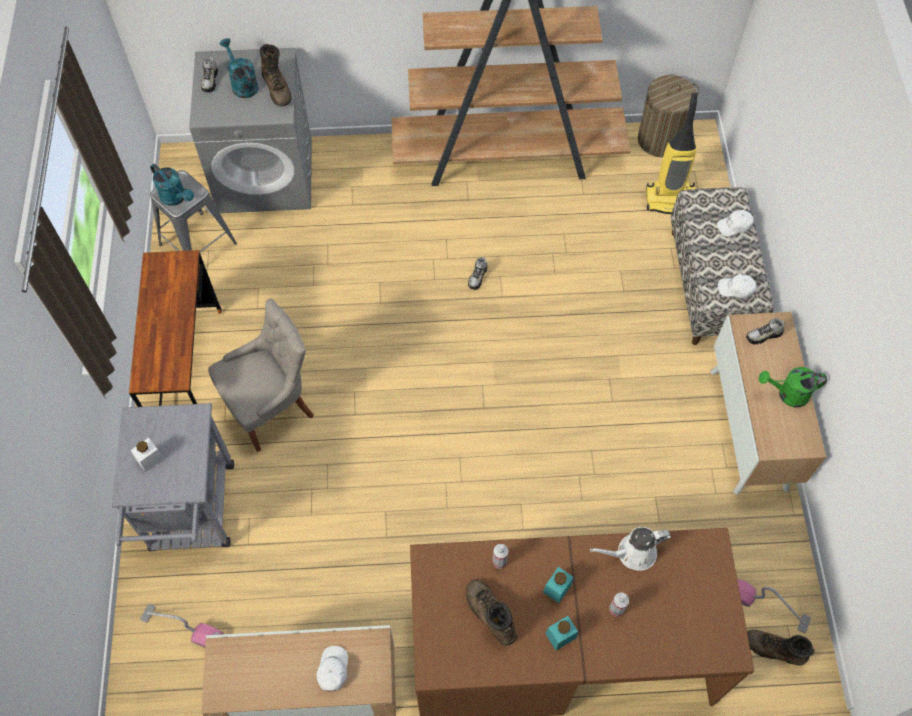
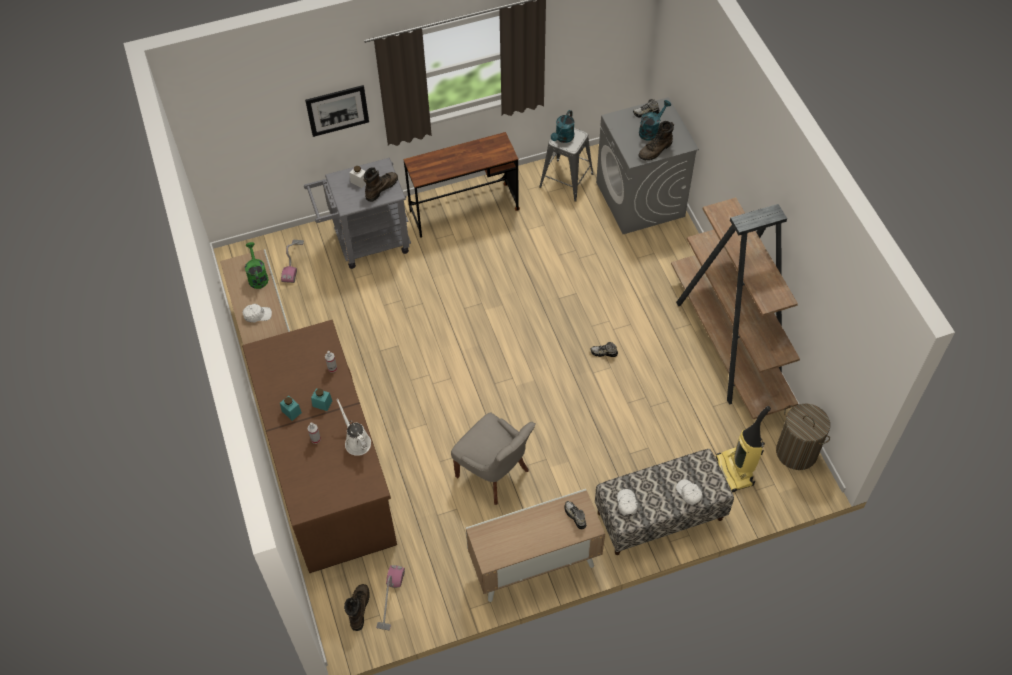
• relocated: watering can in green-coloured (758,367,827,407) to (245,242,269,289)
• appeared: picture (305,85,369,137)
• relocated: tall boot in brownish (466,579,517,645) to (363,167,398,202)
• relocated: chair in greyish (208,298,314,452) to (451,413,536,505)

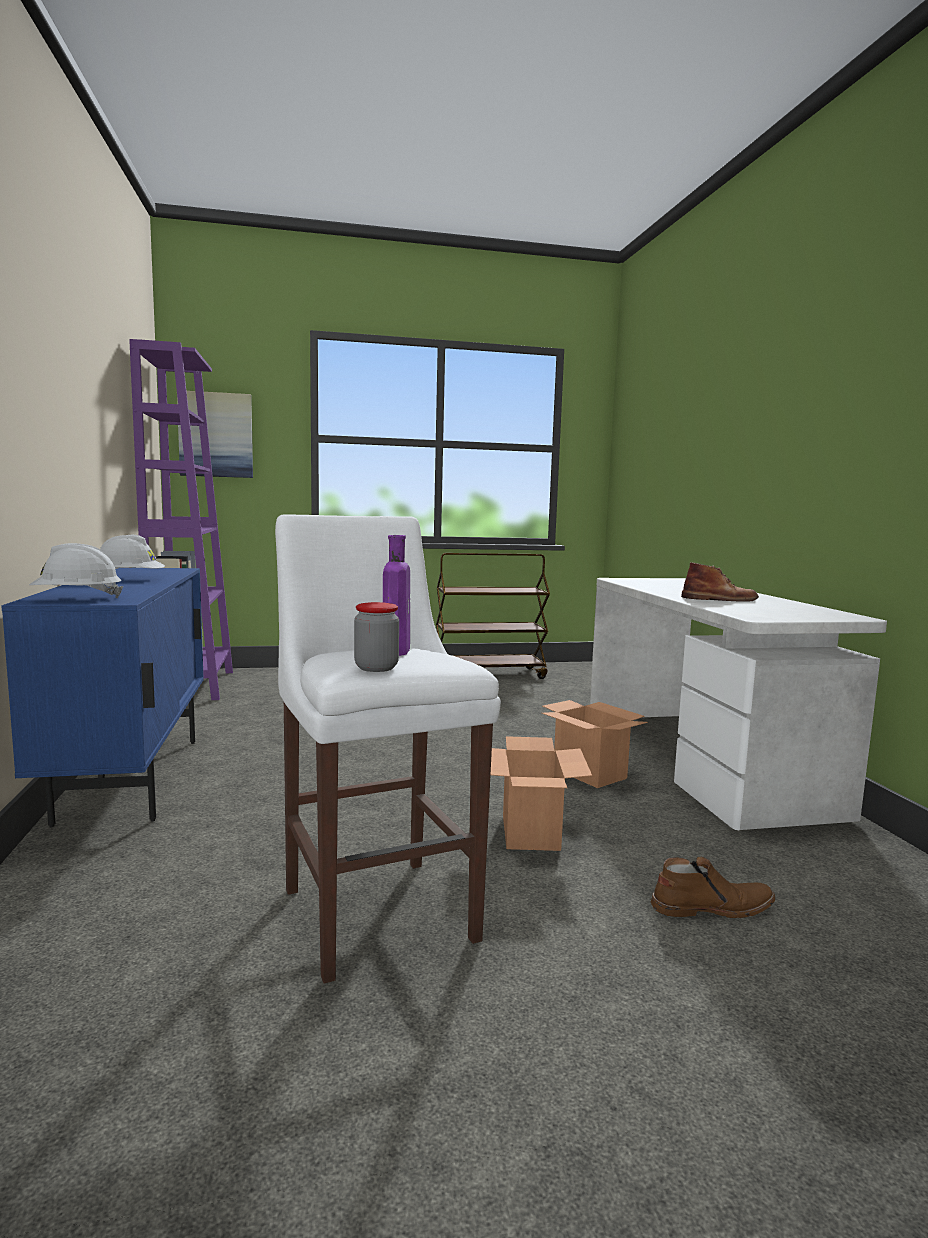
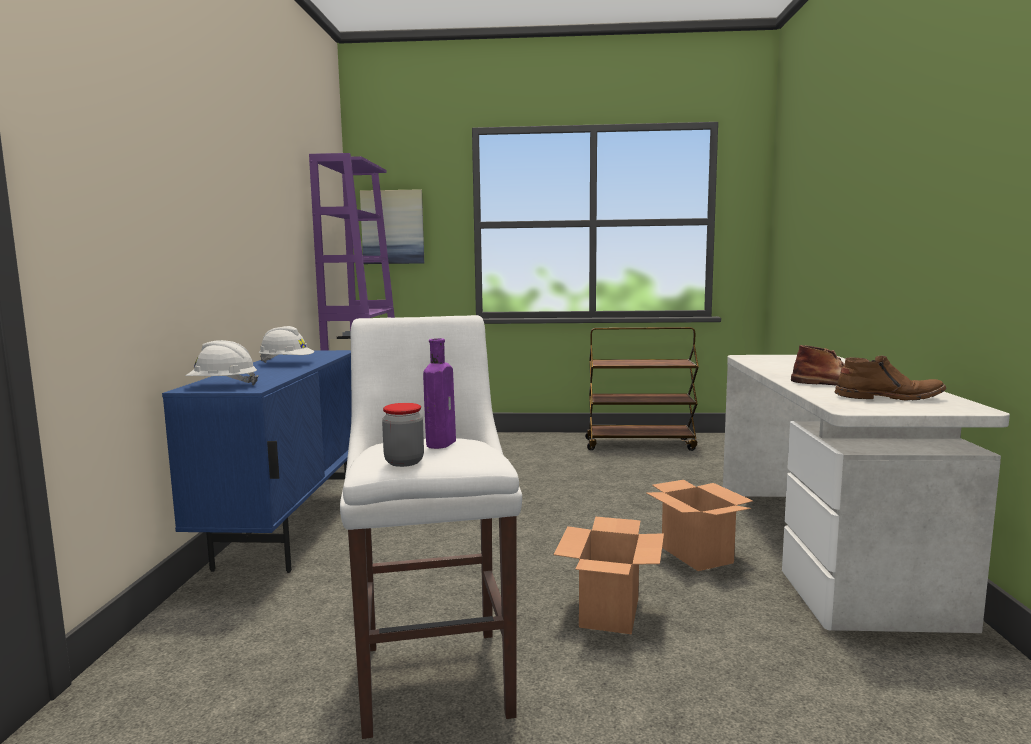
• relocated: tall boot in brownish (651,857,776,918) to (835,356,946,400)

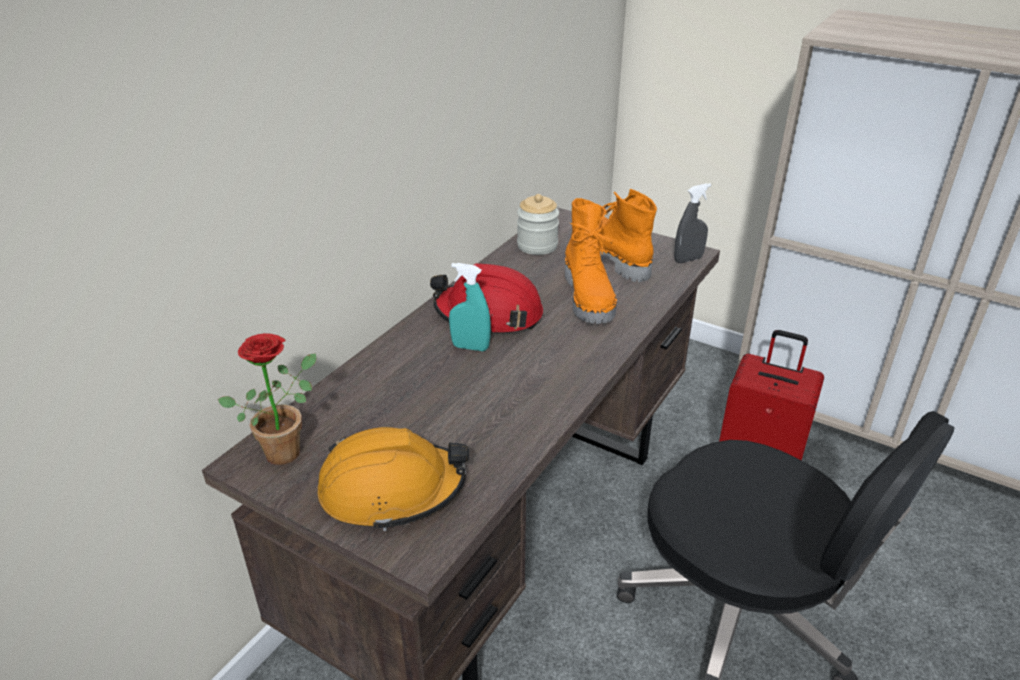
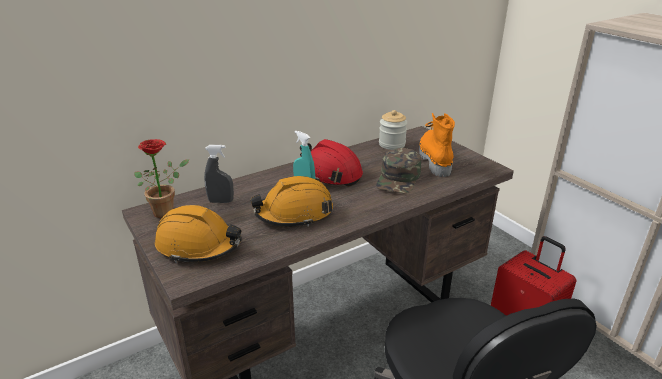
• relocated: sprayer in greyish (674,183,711,263) to (204,145,234,203)
• appeared: hard hat in orange (250,176,333,227)
• exchanged: tall boot in orange (565,198,617,324) to cap in green-coloured (376,148,421,193)

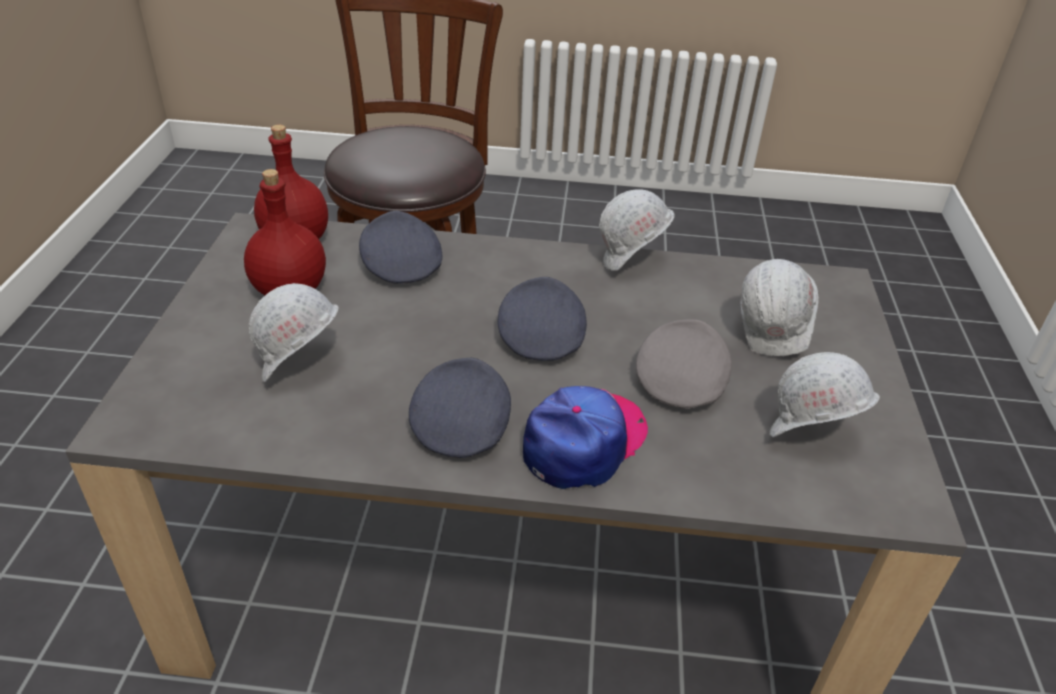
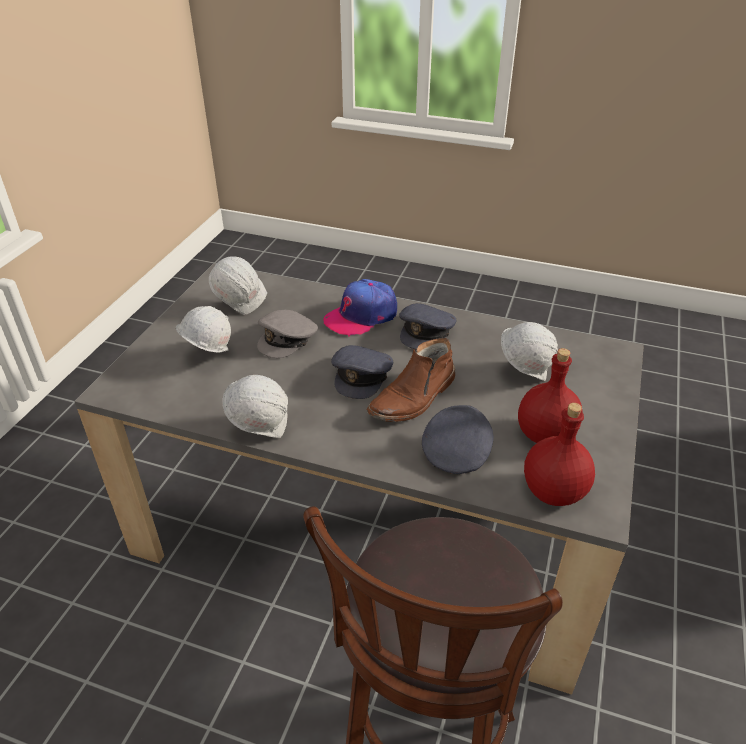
• appeared: tall boot in brownish (366,338,455,422)
• spun: cap in greyish (359,211,442,284) = (422,405,494,474) 150 degrees counterclockwise

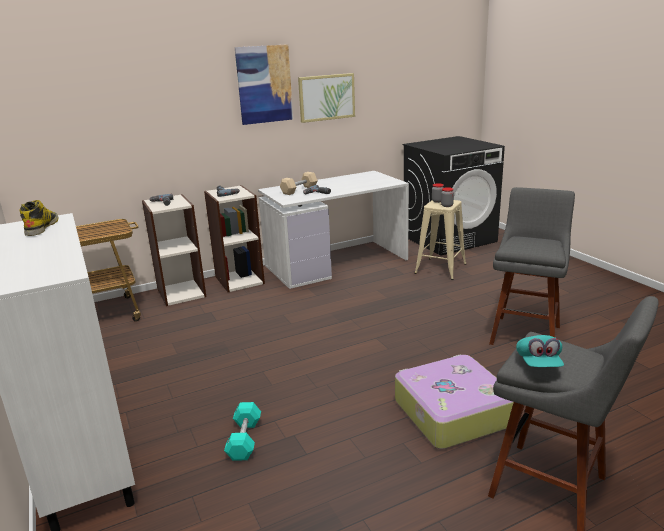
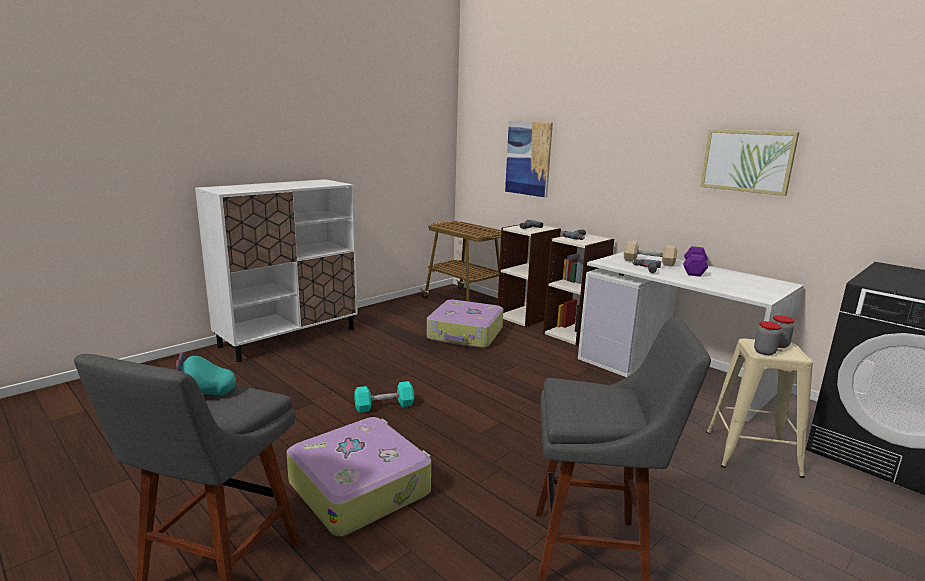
• relocated: hand weight in turquoise-coloured (224,402,261,461) to (354,381,414,413)
• appeared: piece of luggage (427,299,504,348)
• relocated: picture (235,44,293,125) to (505,121,553,198)
• appeared: hand weight in purple-coloured (683,246,708,277)
• missing: tall boot (20,200,59,236)

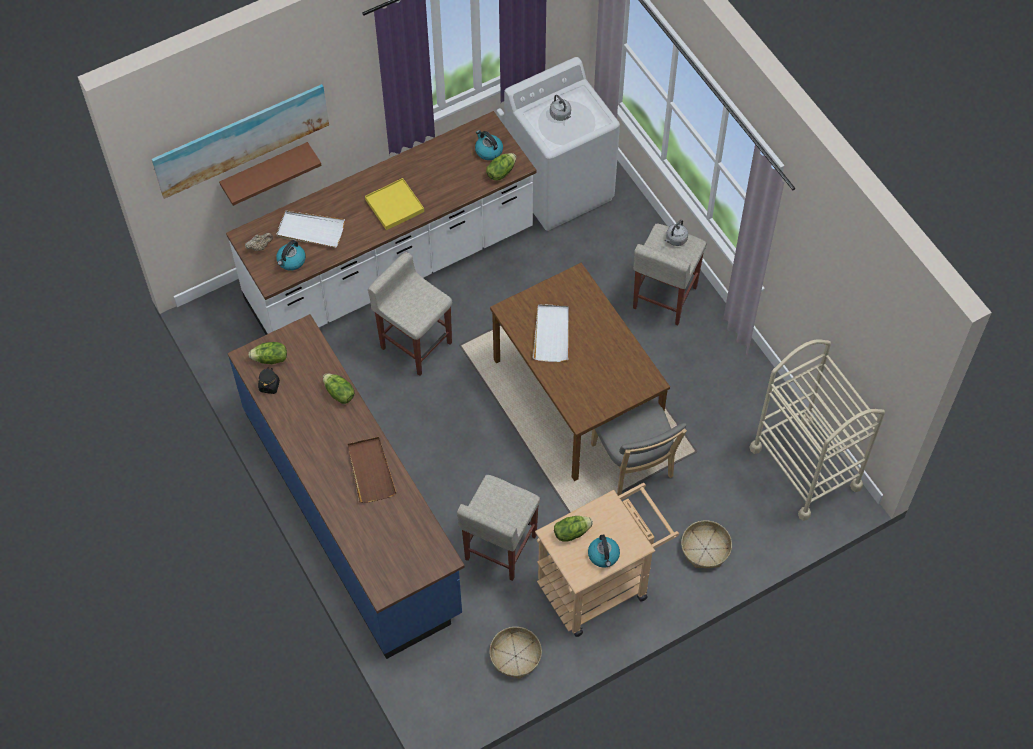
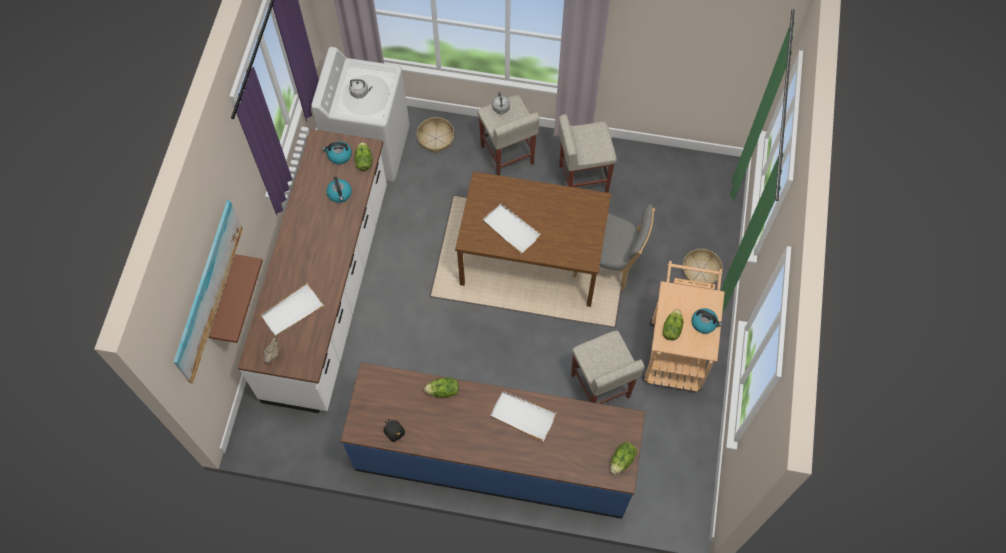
• relocated: kettle (276,240,306,271) to (327,177,352,203)
• relocated: household basket (489,627,542,679) to (417,117,454,153)
• colour: carrying tray in brownish (348,437,396,503) to carrying tray in white (490,391,557,441)
• relocated: stool seat in beige (368,252,452,376) to (559,114,617,193)
• relocated: head of lettuce (249,342,287,364) to (610,442,637,475)
• missing: carrying tray in yellow (365,178,424,230)
• missing: wheeled cart in beige (749,339,885,521)

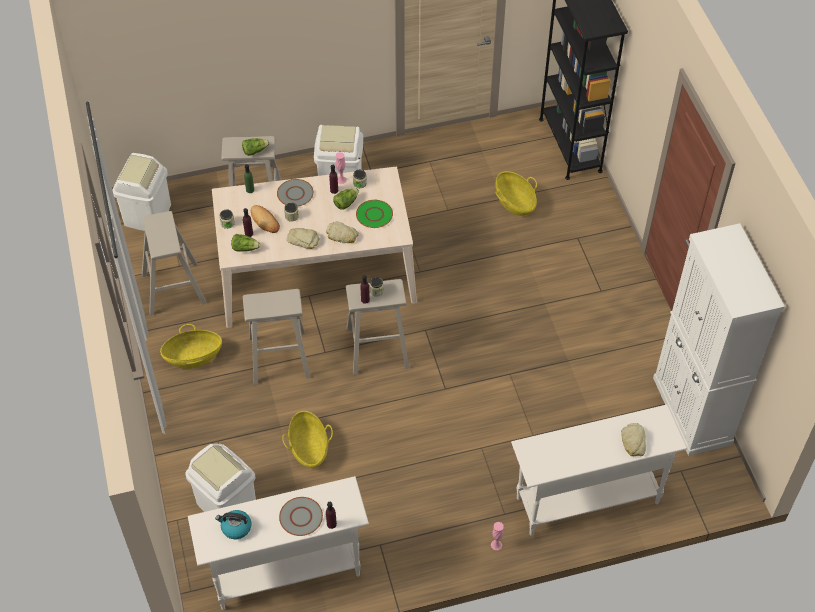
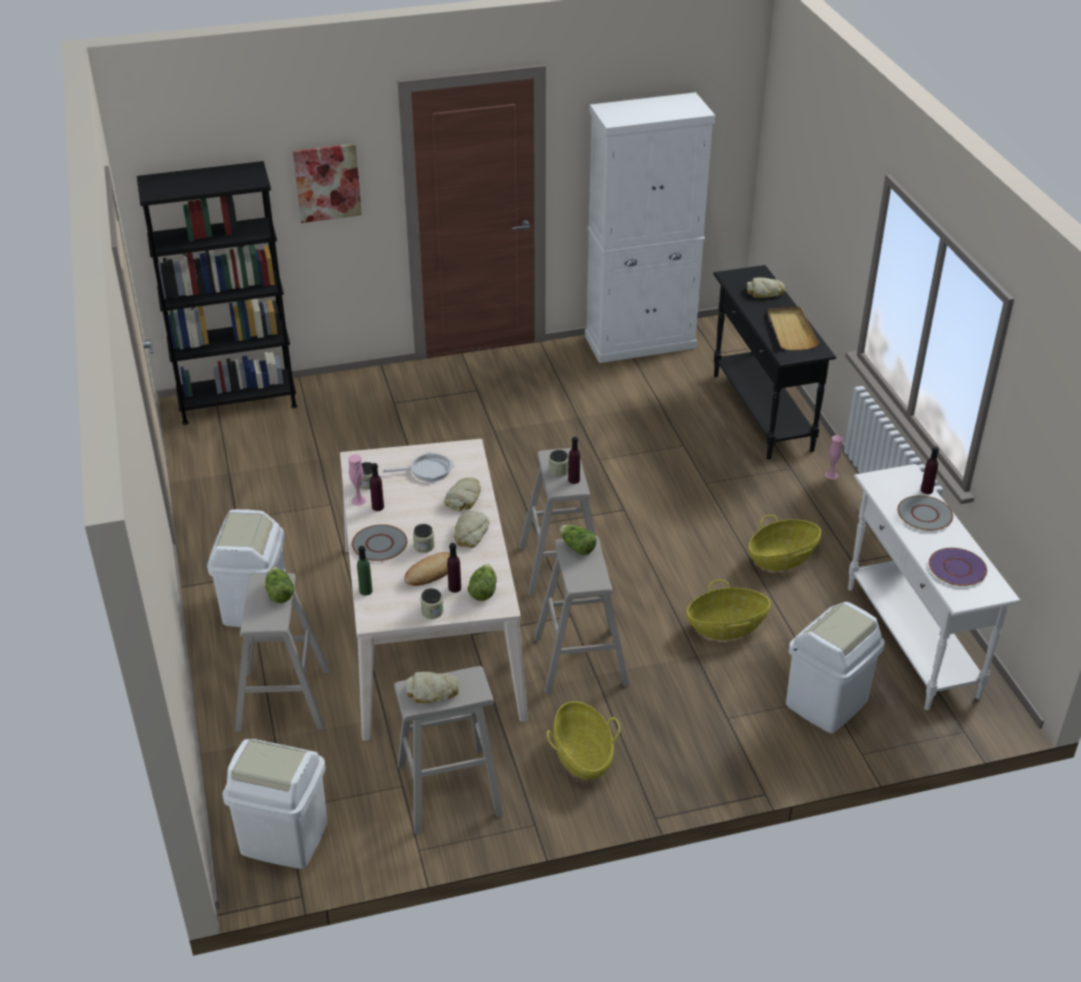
• appeared: picture (293,144,362,223)
• exchanged: flat dish in green-coloured (356,200,393,228) to frying pan (383,453,454,482)
• appeared: bread (406,672,459,703)
• relocated: head of lettuce (333,188,359,210) to (559,525,597,555)
• colour: console table in white (511,405,687,536) to console table in blackish (713,265,836,459)
• relocated: household basket (495,171,537,216) to (748,515,821,571)
• appeared: carrying tray in beige (767,307,819,350)
• exchanged: kettle (215,510,252,539) to flat dish in purple-coloured (929,548,987,586)

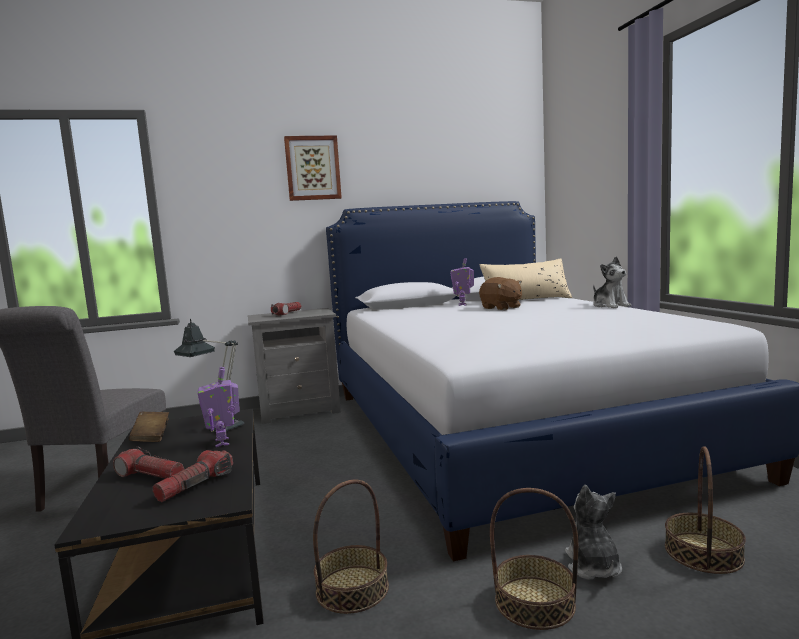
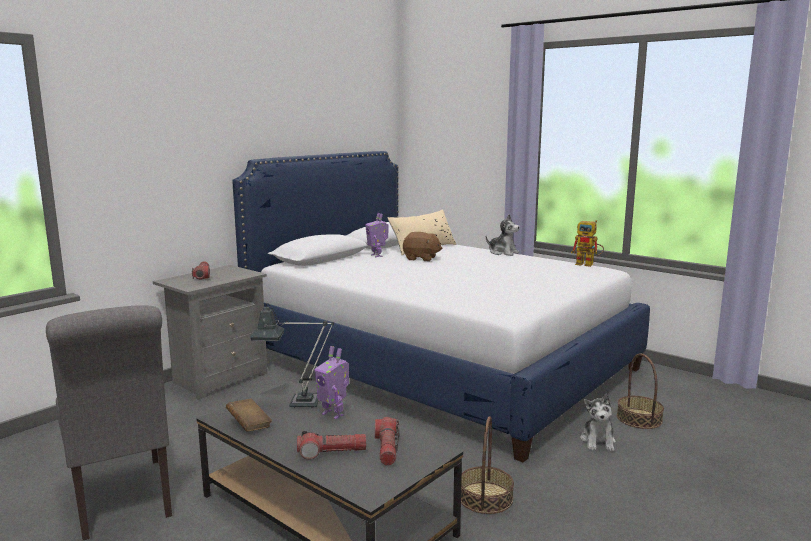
• appeared: model robot (571,220,604,267)
• spun: plush toy (565,485,622,580) = (580,394,616,451) 135 degrees counterclockwise
• missing: picture (284,135,342,201)
• missing: household basket (490,488,578,630)

